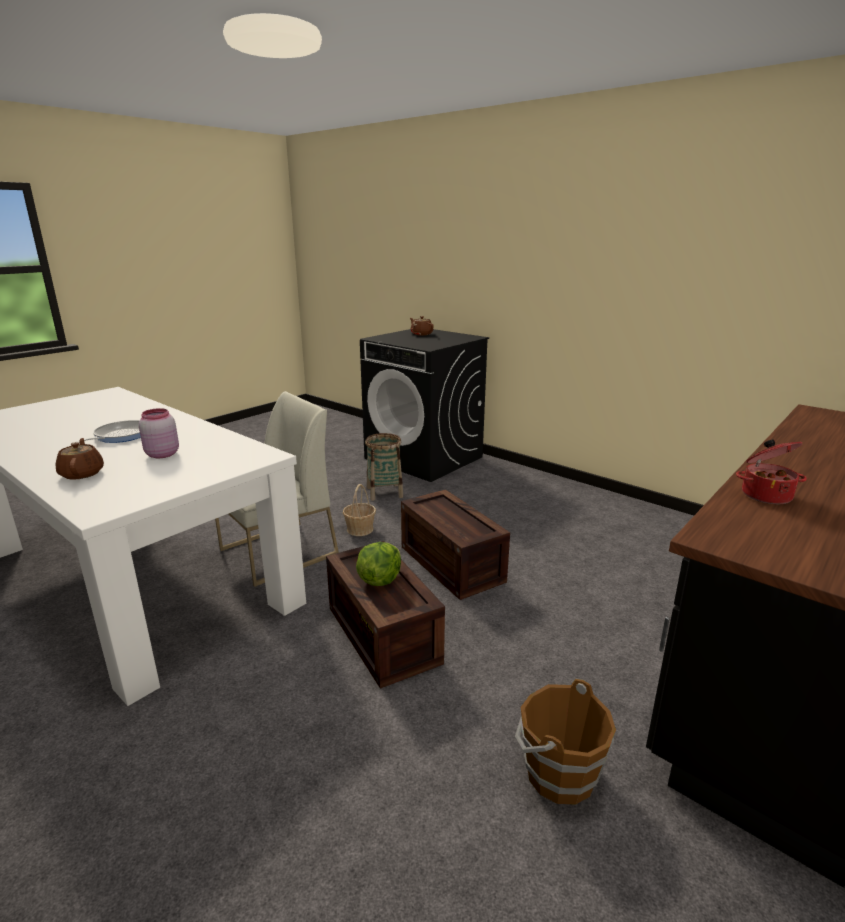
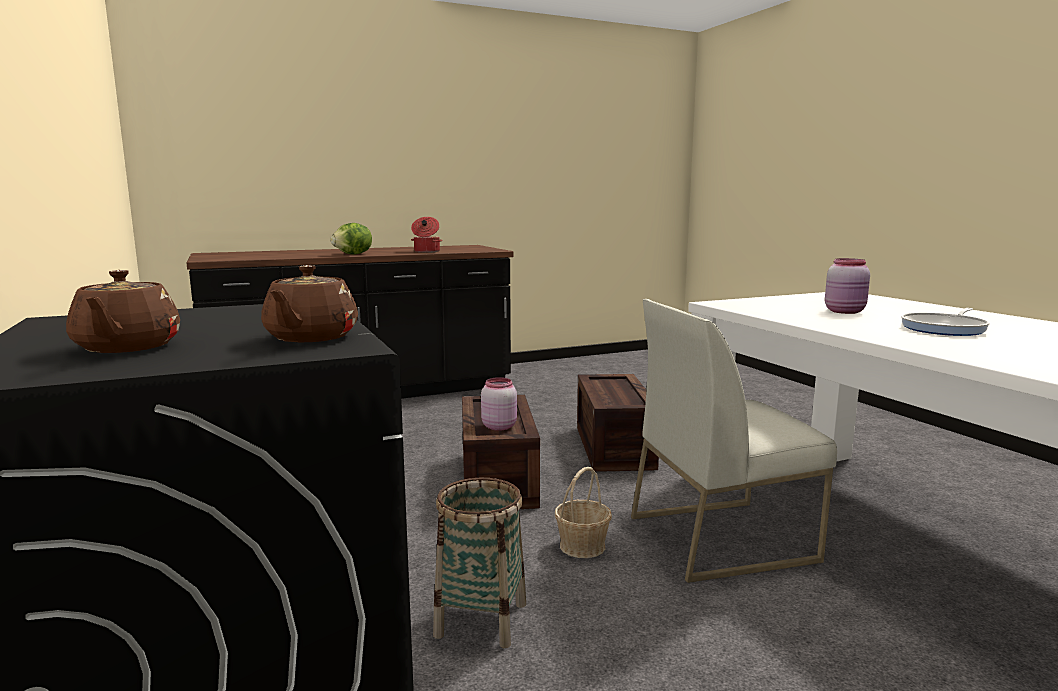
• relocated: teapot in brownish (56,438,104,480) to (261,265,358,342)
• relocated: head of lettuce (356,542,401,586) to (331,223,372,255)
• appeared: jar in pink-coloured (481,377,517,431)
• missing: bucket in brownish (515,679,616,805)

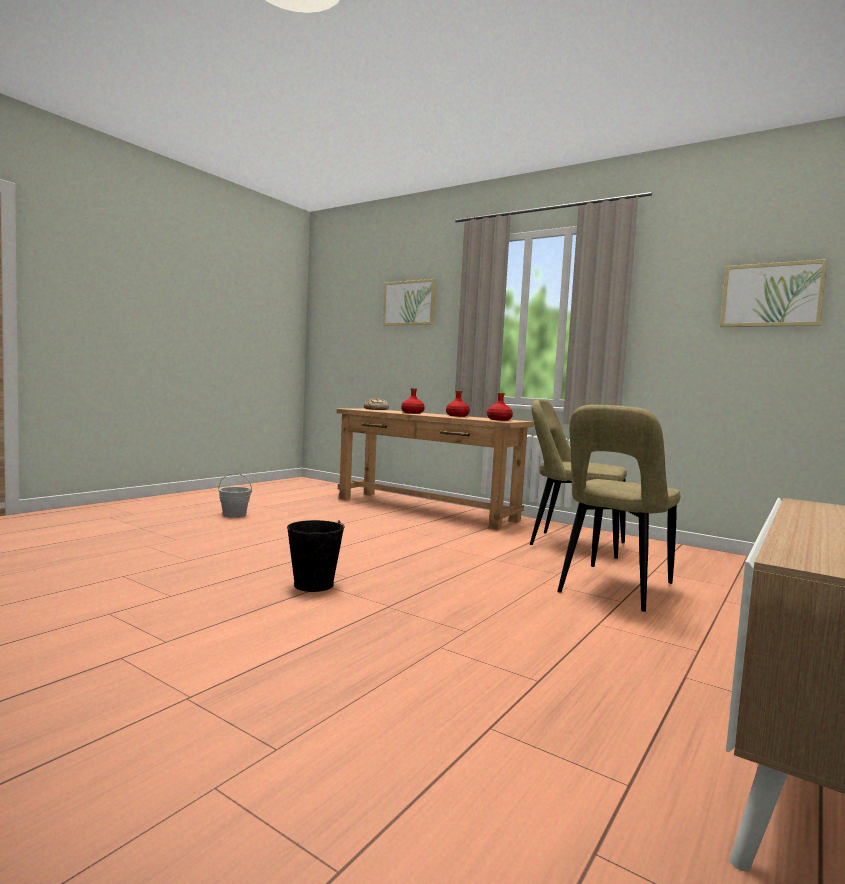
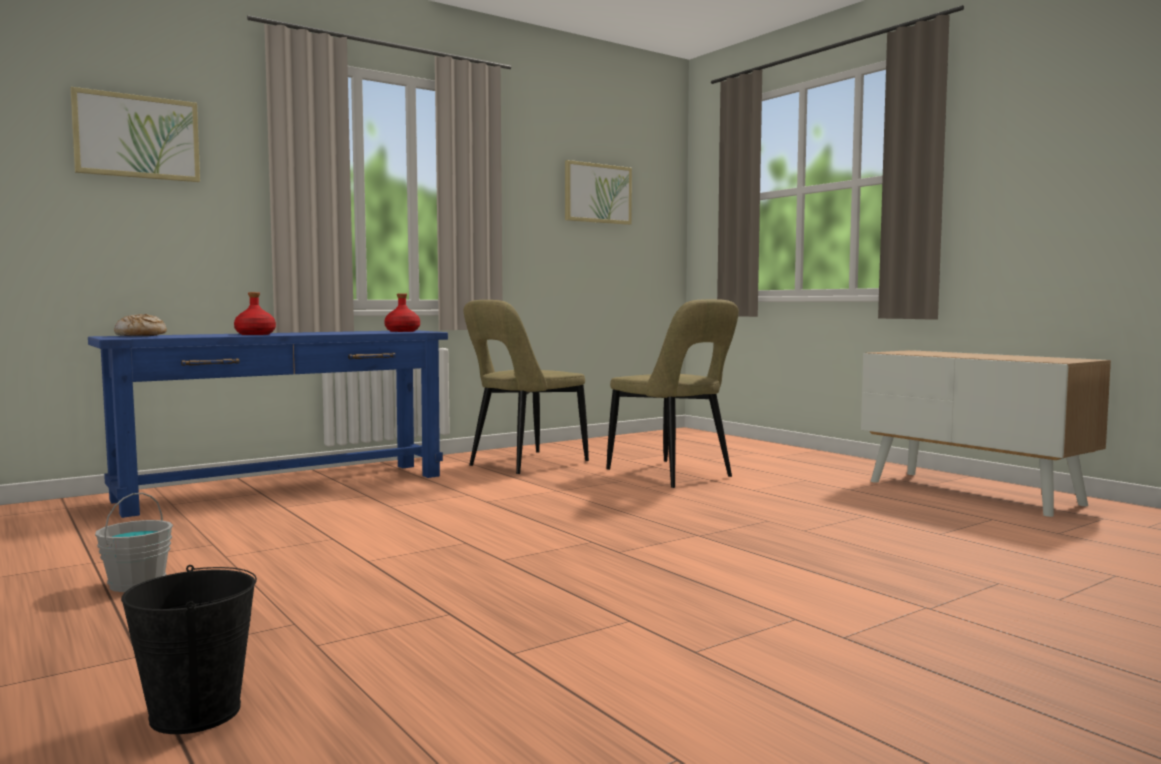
• colour: console table in brownish (336,409,534,530) to console table in blue (88,330,448,518)
• relocated: bucket in blackish (287,520,345,592) to (121,565,257,734)
• missing: drink bottle in reddish (446,390,470,417)

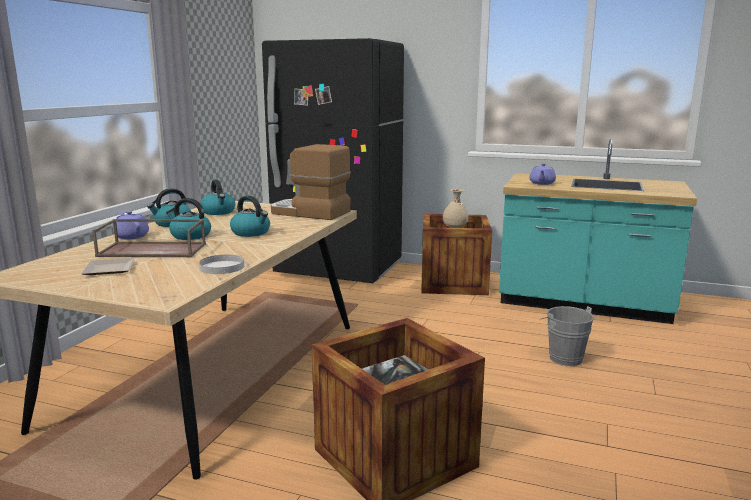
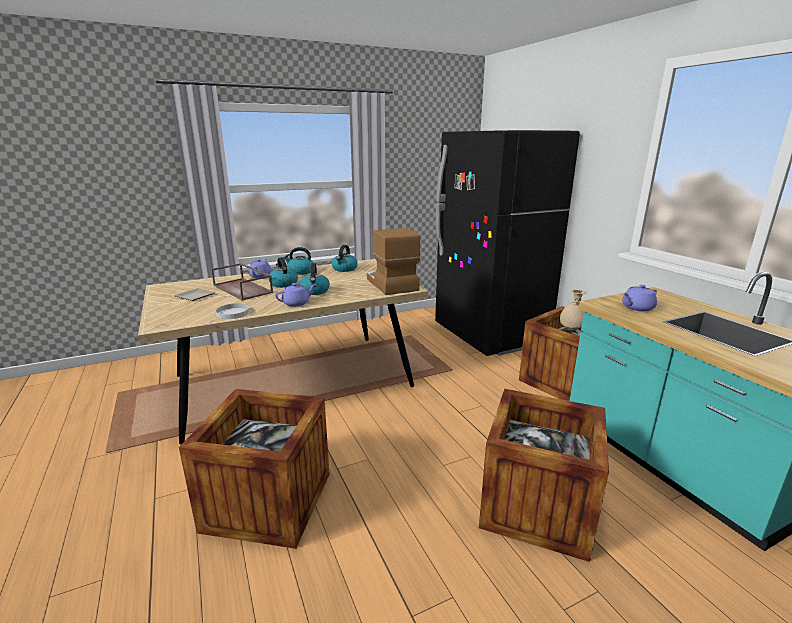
• appeared: teapot in purple-coloured (275,283,316,307)
• exchanged: bucket in greyish (541,306,594,366) to crate (479,389,609,562)

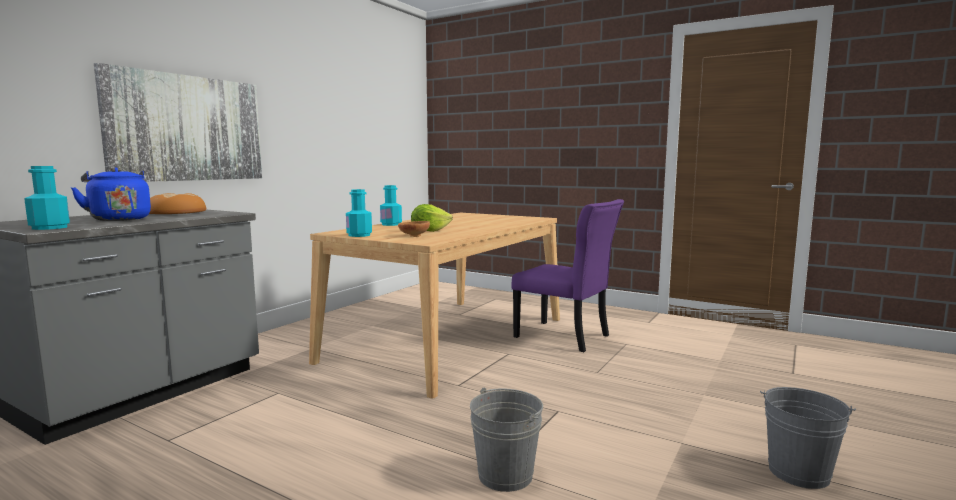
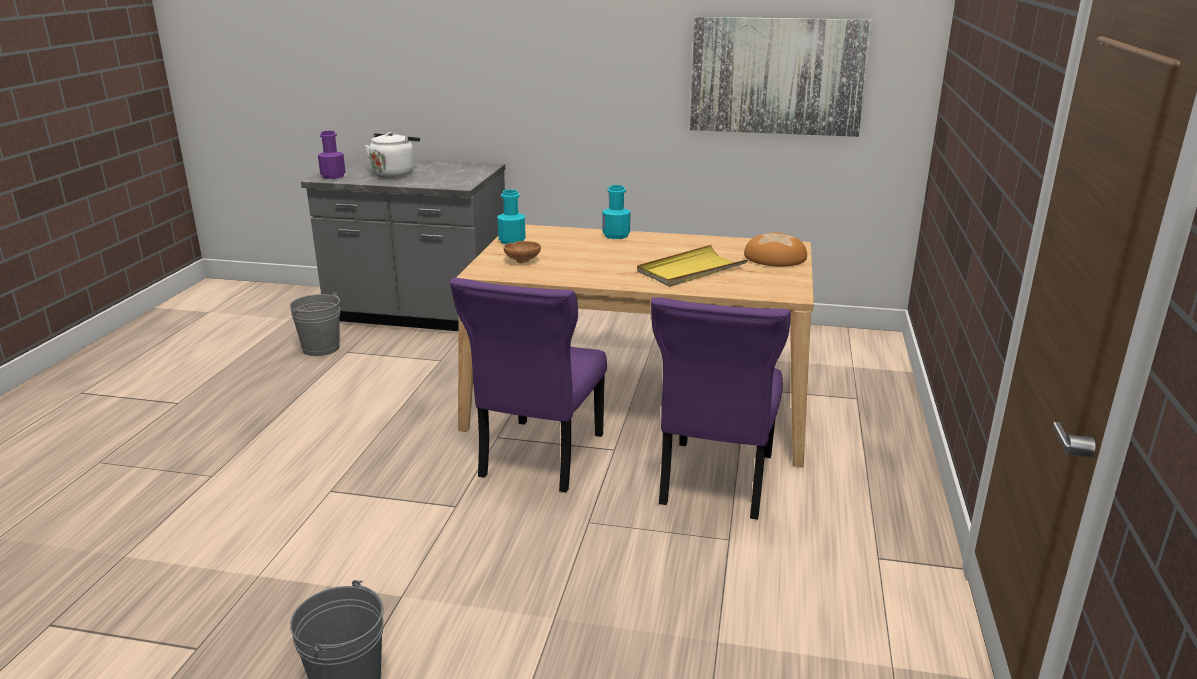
• relocated: bucket in greyish (470,387,543,492) to (290,292,340,356)
• colour: drink bottle in turquoise-coloured (24,166,70,230) to drink bottle in purple-coloured (318,131,346,179)
• colour: kettle in blue (71,167,151,221) to kettle in white (364,132,420,178)
• appeared: chair in purple-coloured (450,278,607,493)
• appeared: carrying tray in yellow (637,245,748,287)
• relocated: picture (94,63,262,182) to (690,17,873,137)
• relocated: bread (149,193,206,214) to (744,233,807,266)
• missing: head of lettuce (411,204,453,232)

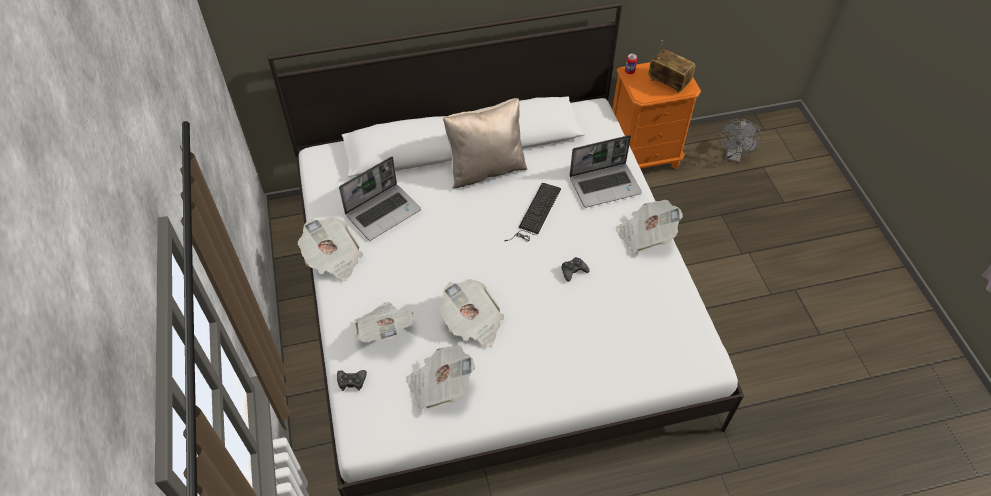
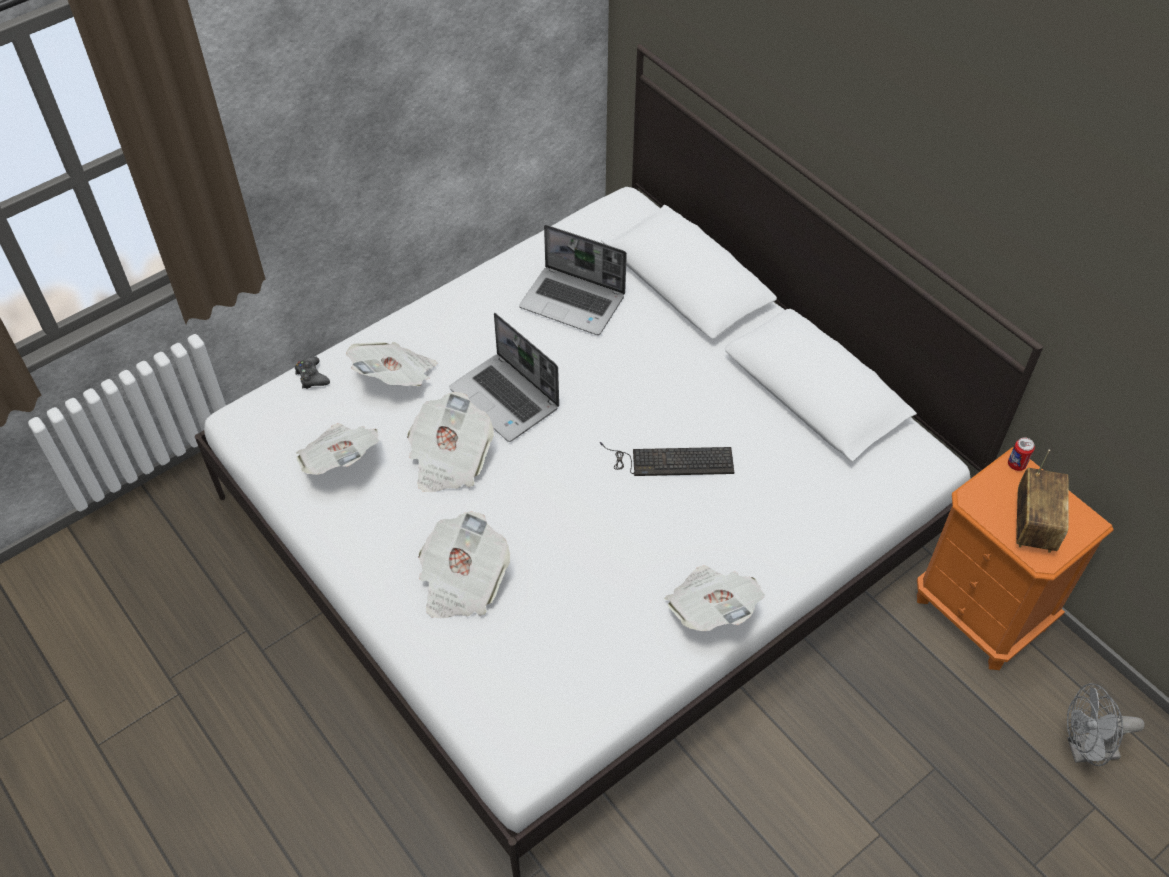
• relocated: daily paper (298,218,363,282) to (418,512,510,618)
• relocated: portable computer (569,135,642,207) to (449,313,559,442)
• missing: pillow in beige (443,98,528,189)
• missing: joypad in blackish (561,257,590,282)

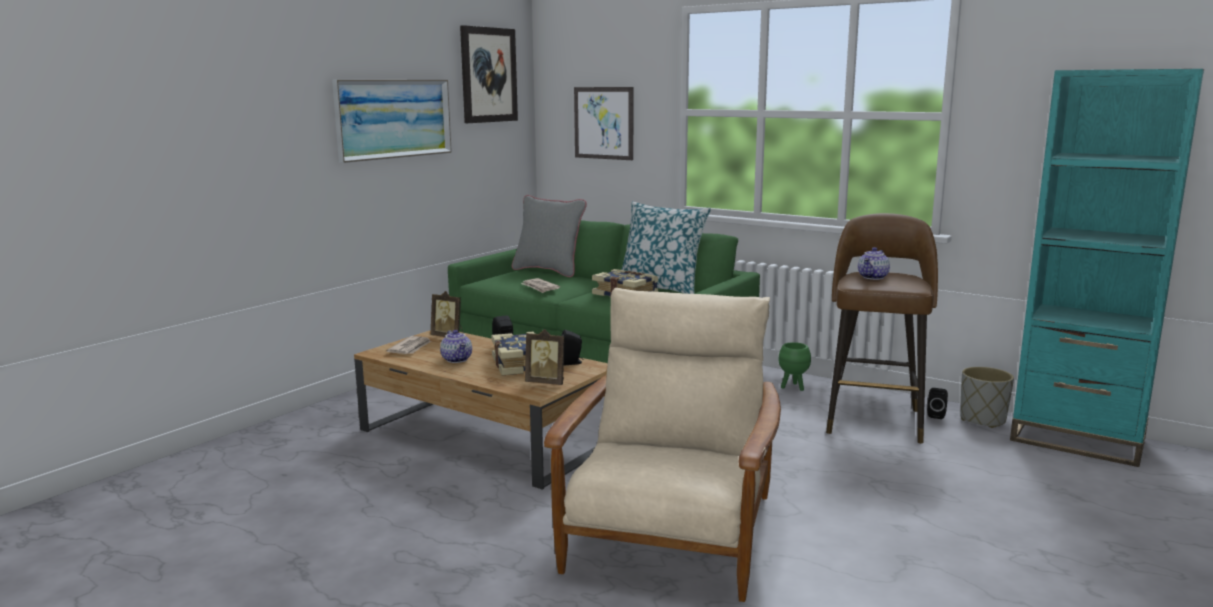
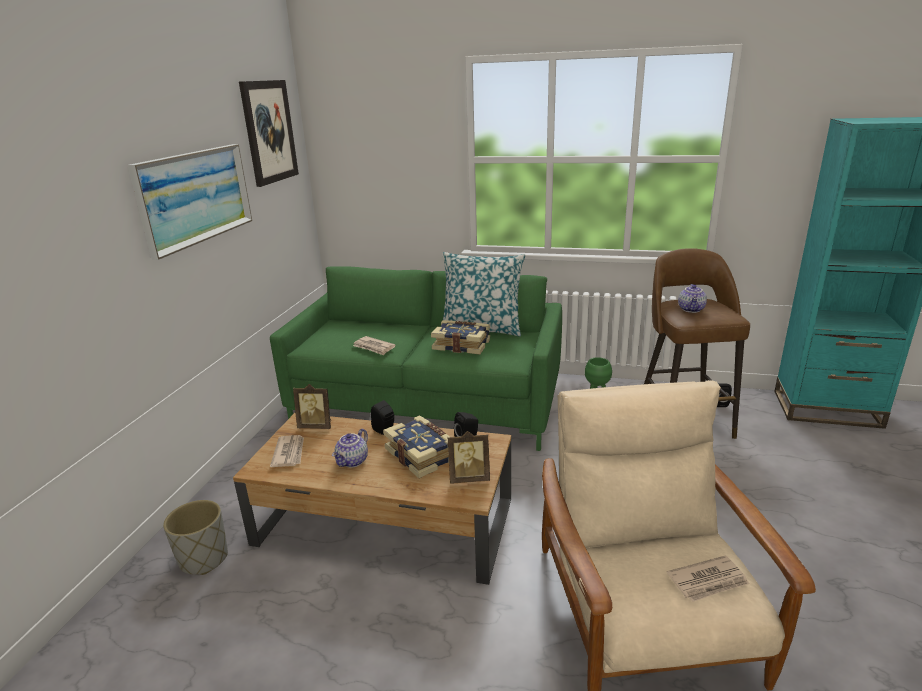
• relocated: plant pot in greyish (960,367,1014,428) to (163,500,228,575)
• spun: teapot (440,330,472,363) = (332,429,368,468) 75 degrees clockwise
• appeared: daily paper (667,556,749,602)
• missing: pillow in greyish (512,195,587,277)
• missing: picture (574,87,633,160)

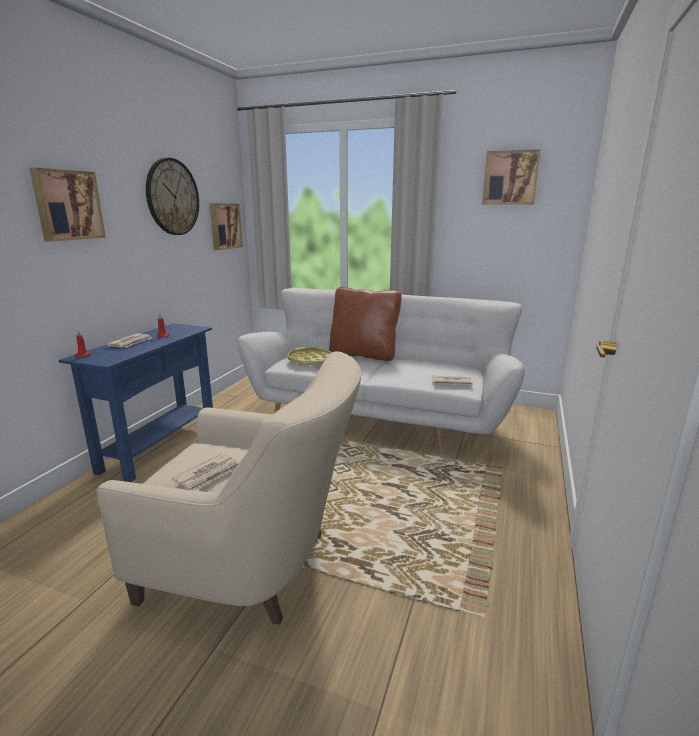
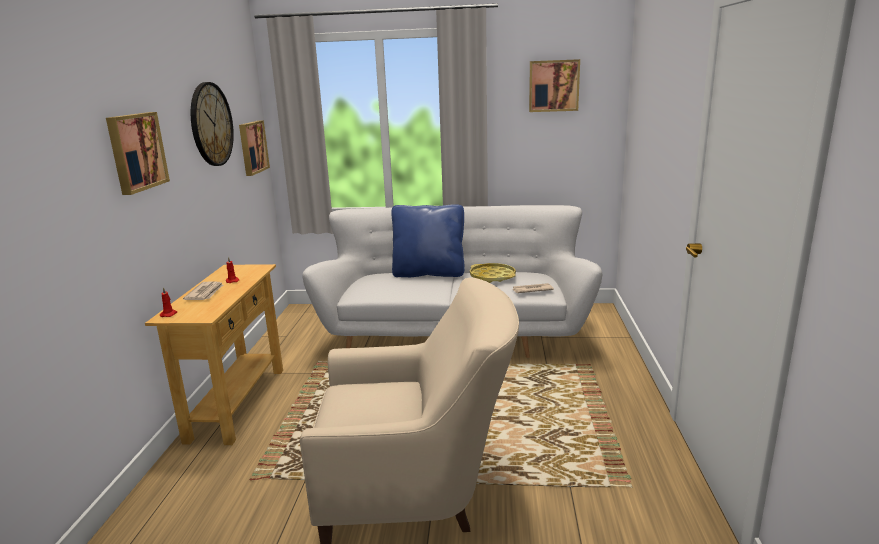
• colour: console table in blue (58,323,213,482) to console table in beige (145,264,283,445)
• colour: pillow in brownish (329,287,402,361) to pillow in blue (391,204,465,277)
• relocated: carrying tray in yellow (288,347,331,365) to (470,263,516,283)
• missing: daily paper (172,453,239,491)

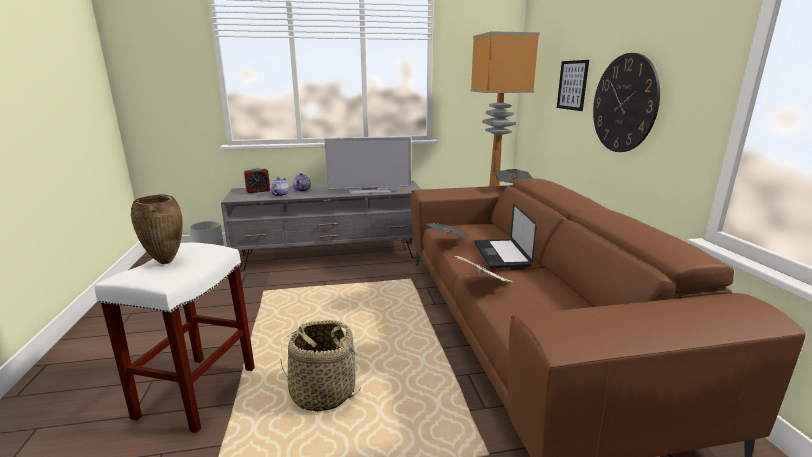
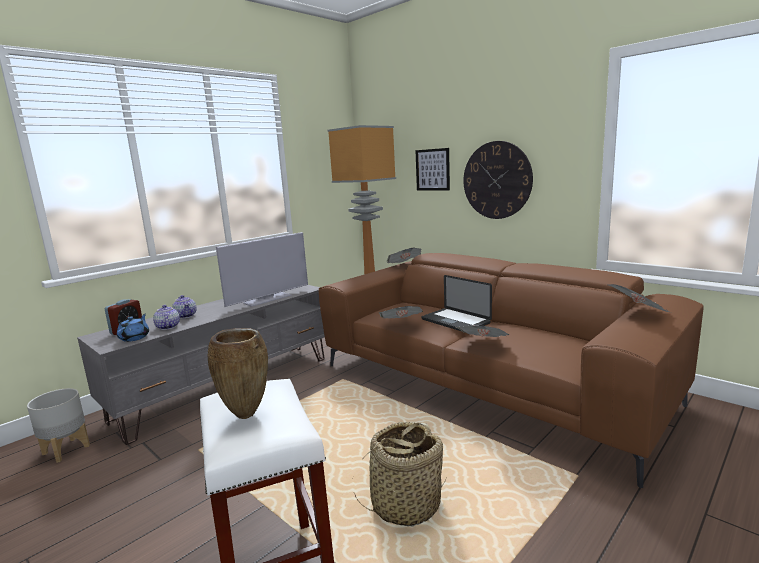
• appeared: teapot in blue (117,314,149,342)
• appeared: daily paper (608,284,669,312)

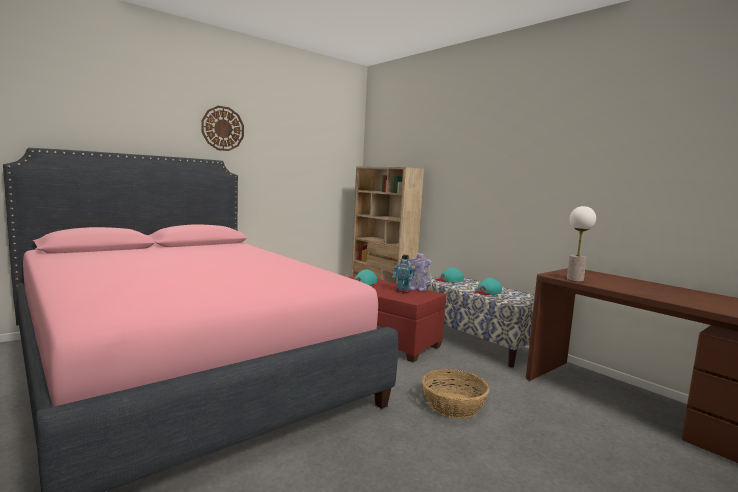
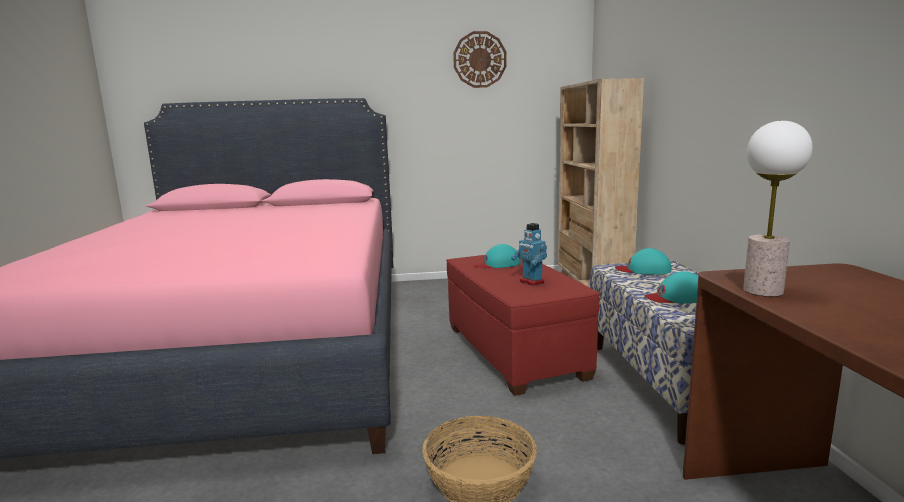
• relocated: hanging clock (202,106,244,151) to (453,31,507,88)
• missing: model robot (409,253,432,291)

